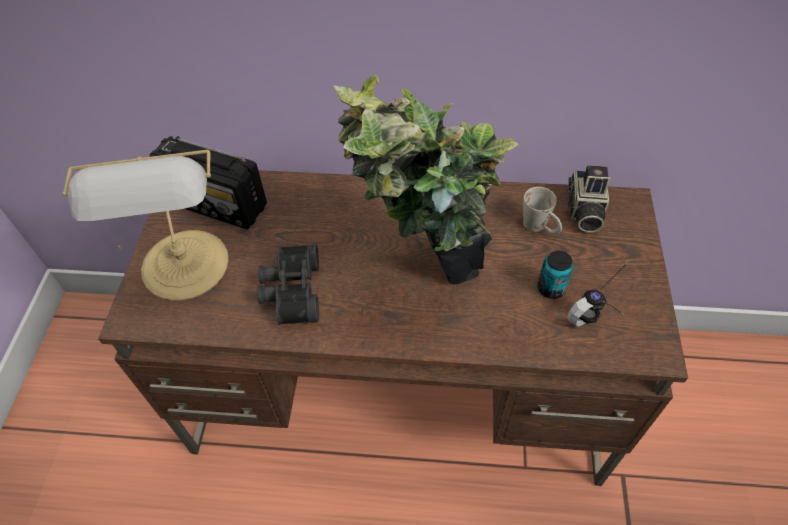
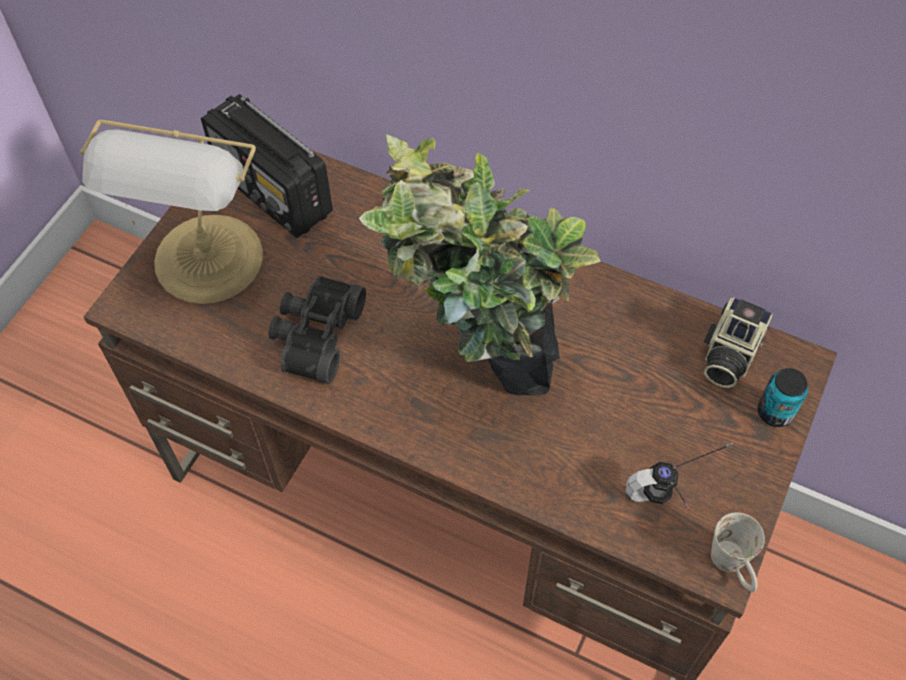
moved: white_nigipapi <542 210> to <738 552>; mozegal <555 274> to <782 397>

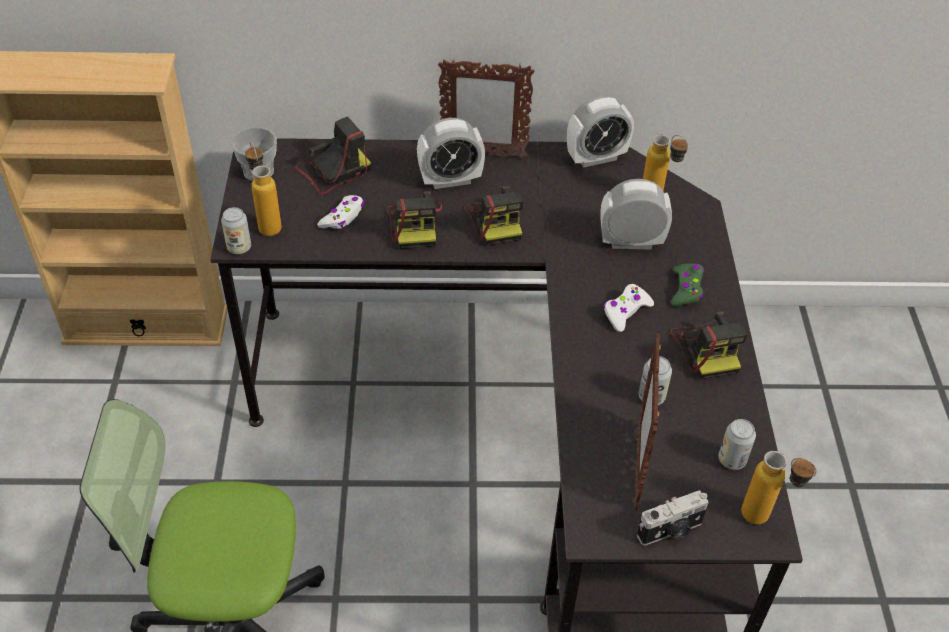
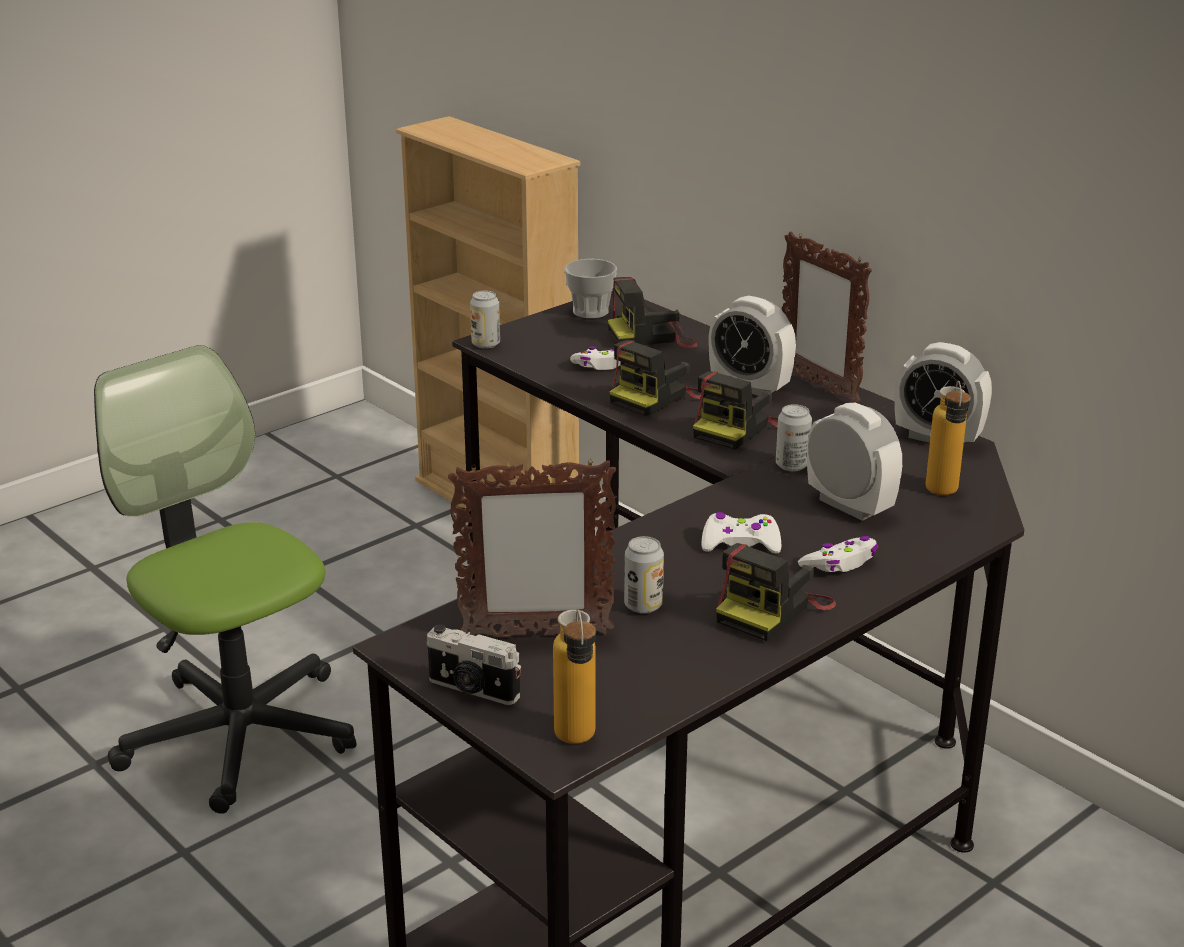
removed: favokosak <263 189>
moved: mozegal <737 444> to <794 437>
recoloured: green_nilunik <687 285> to white_nilunik <838 554>
turned: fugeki <648 422> = <532 548> 150 degrees counterclockwise; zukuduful <333 155> = <653 312> 150 degrees clockwise

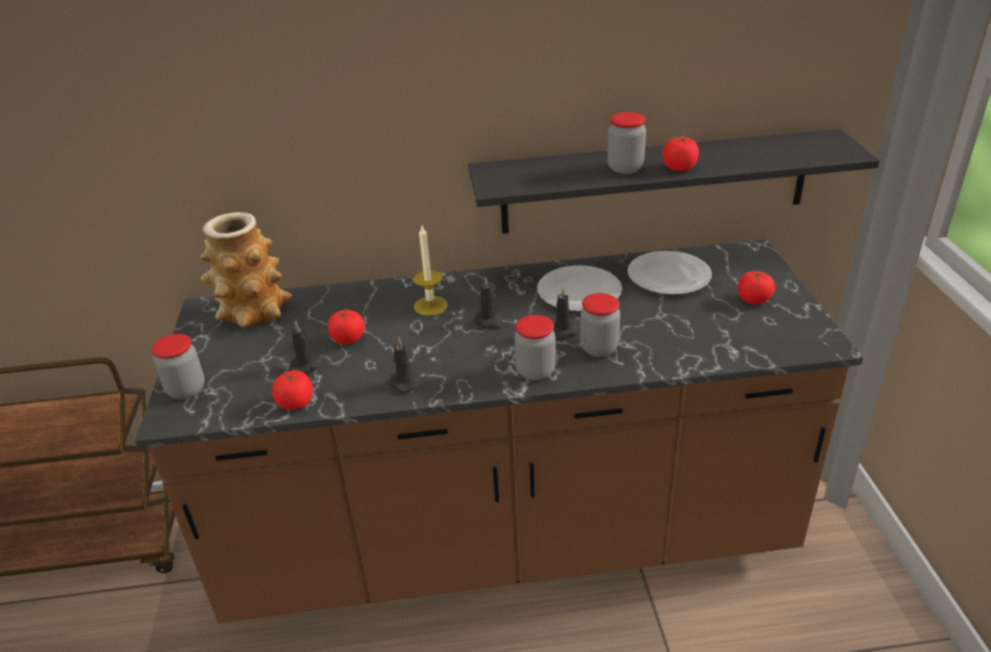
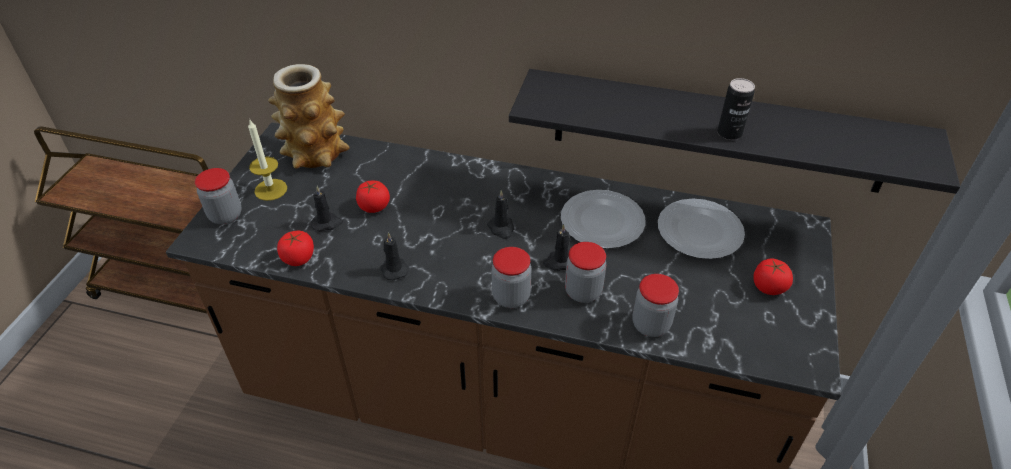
moved: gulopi <430 271> to <267 160>; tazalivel <626 143> to <655 305>
replaced: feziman <680 154> to mozegal <736 109>

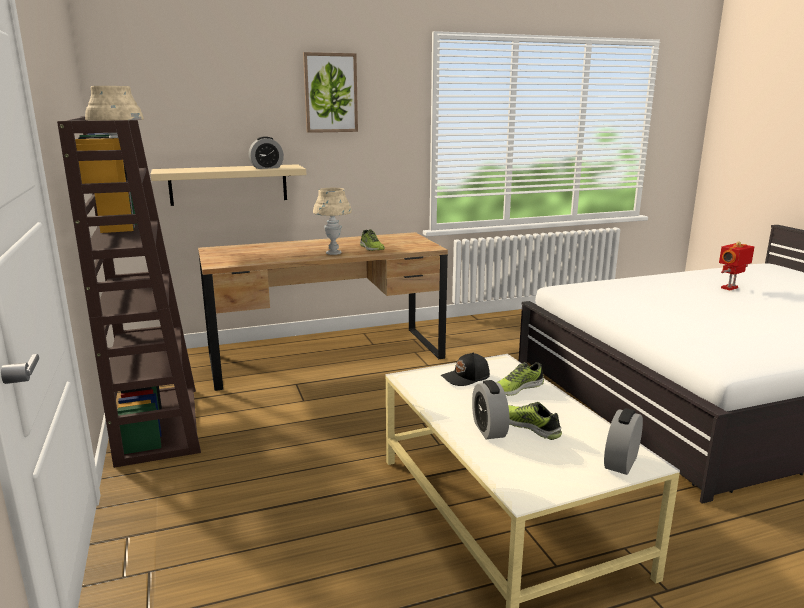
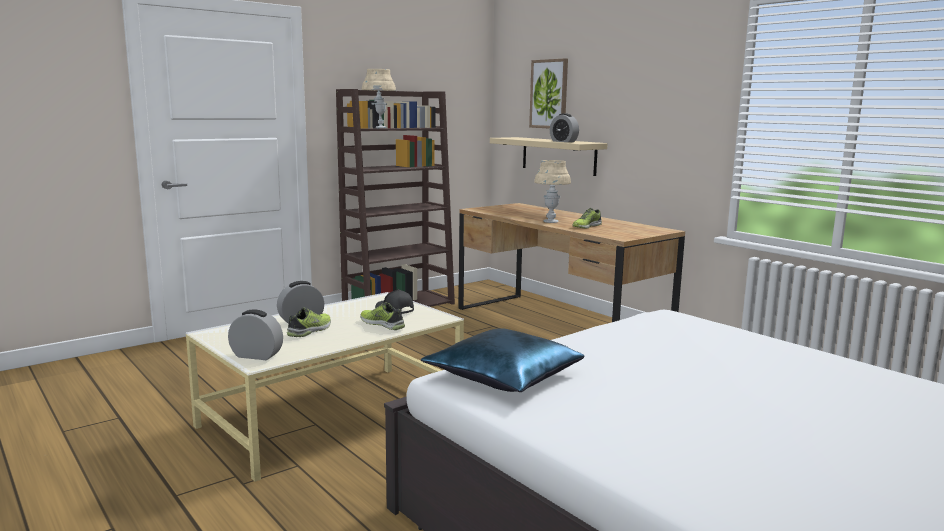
removed: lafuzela <736 265>
added: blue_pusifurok <503 360>
moved: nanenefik <330 92> to <548 93>

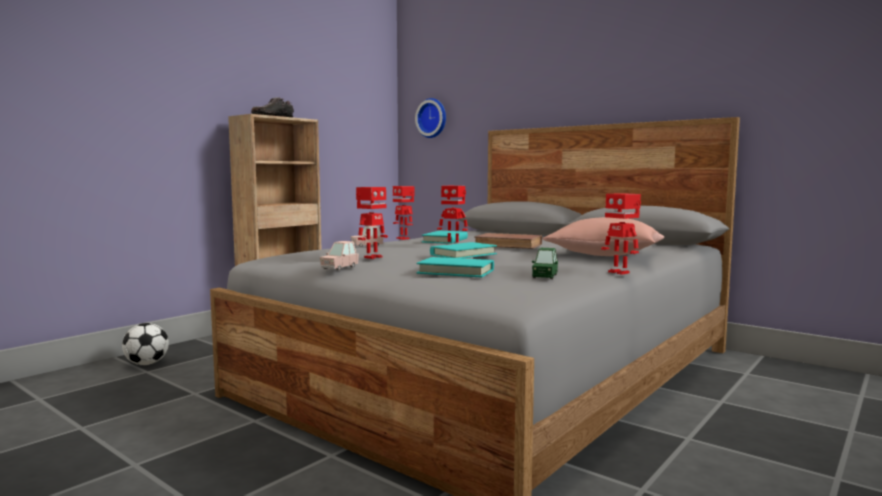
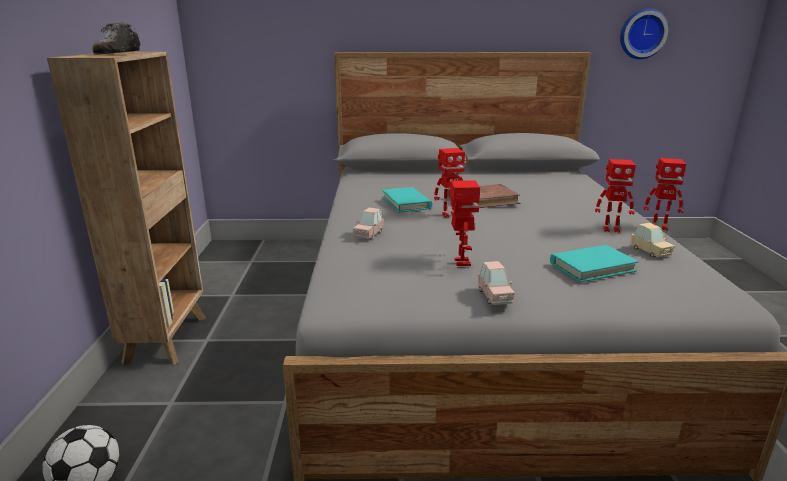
removed: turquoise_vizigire <463 250>; pink_pusifurok <603 236>
moved: lafuzela <404 213> to <615 196>; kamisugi <430 118> to <644 33>
recoloured: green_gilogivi <545 263> to beige_gilogivi <653 240>

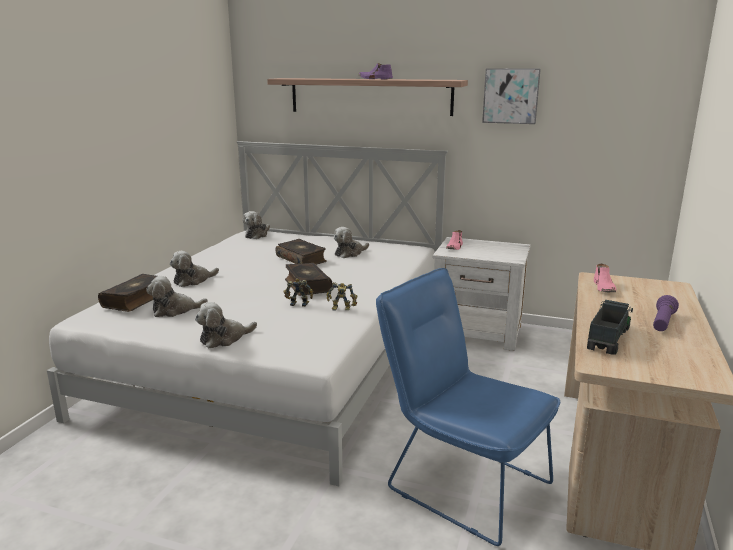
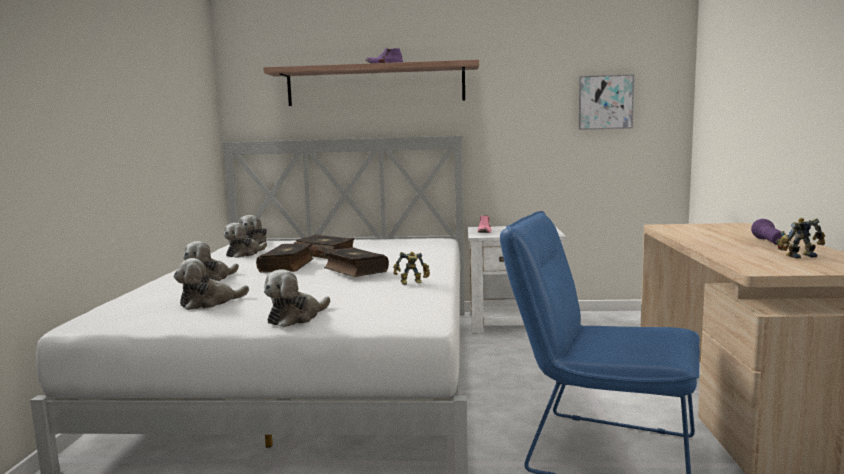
removed: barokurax <610 327>; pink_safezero <605 278>
moved: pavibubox <351 242> to <245 240>; vizigire <127 293> to <285 258>; nanenefik <511 96> to <606 102>; lafuzela <298 292> to <800 238>

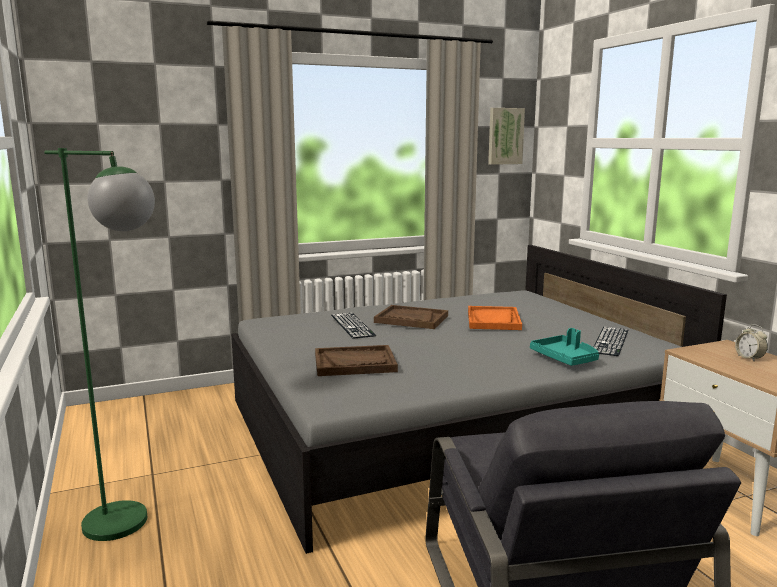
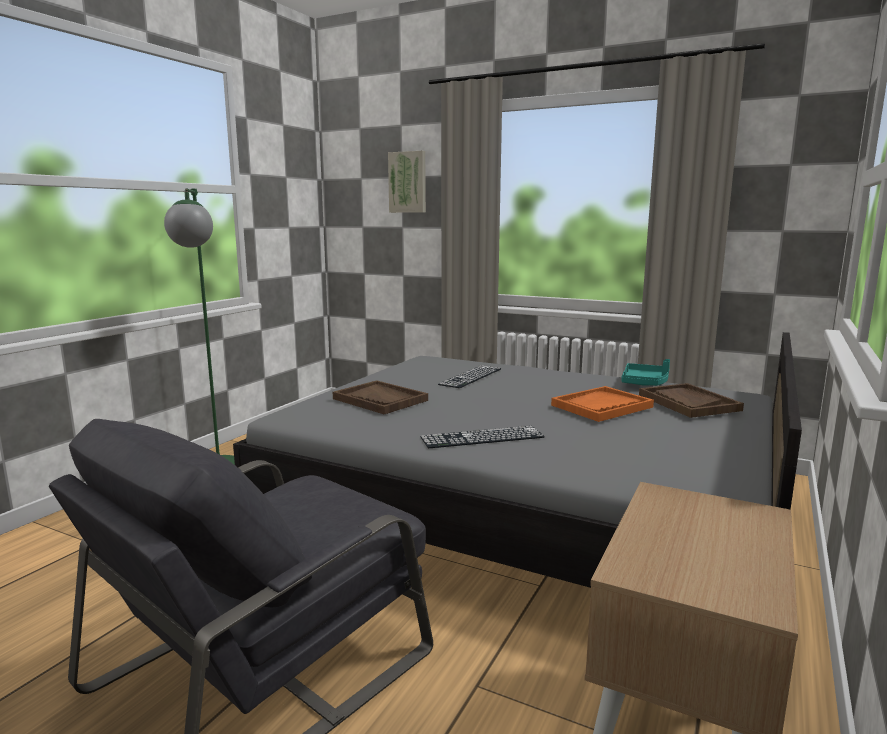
removed: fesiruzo <751 343>
moved: nanenefik <506 136> to <407 182>; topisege <610 341> to <482 437>; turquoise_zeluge <564 347> to <645 372>; brown_zeluge <411 317> to <691 400>

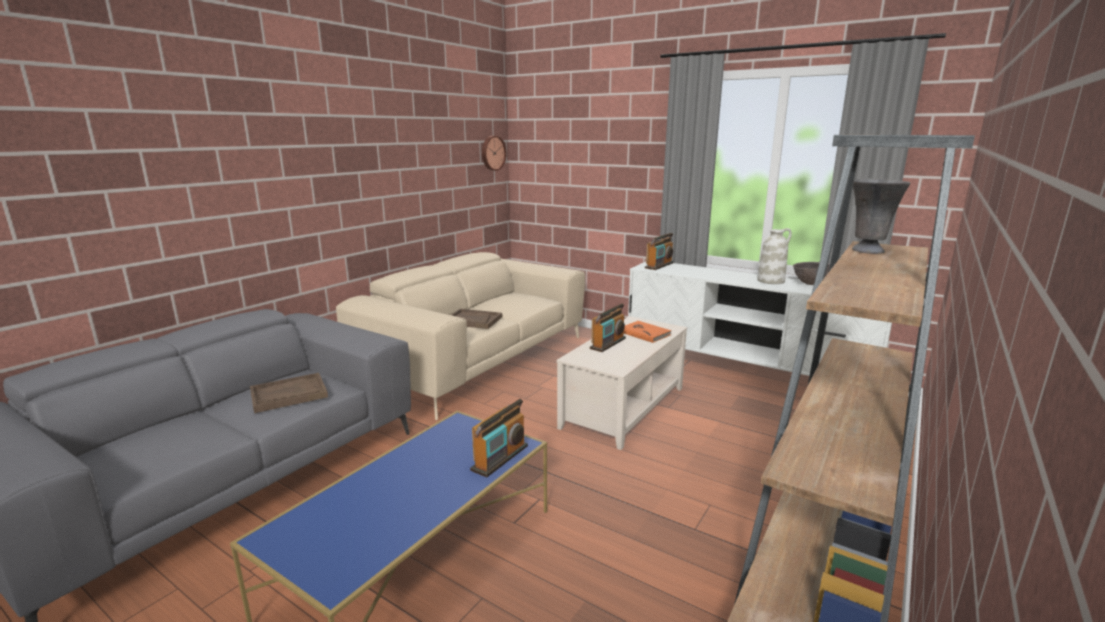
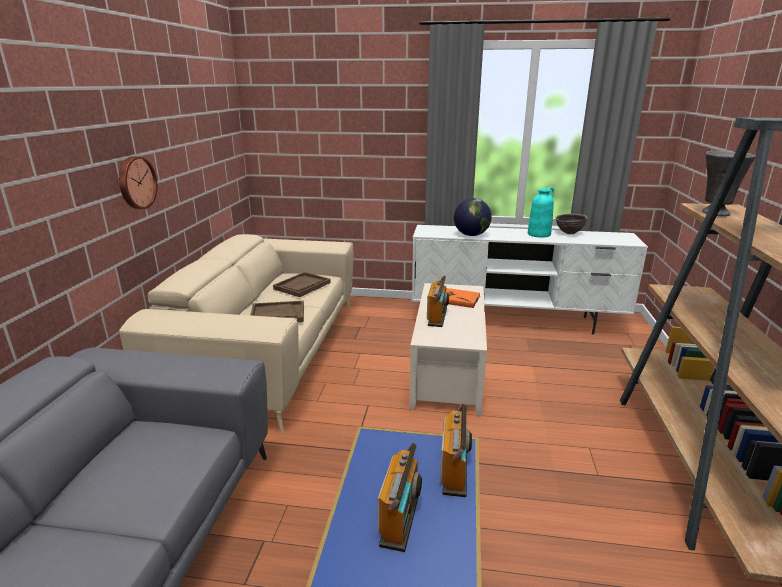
added: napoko <473 217>
moved: kamisugi <494 153> to <138 182>; brown_zeluge <289 393> to <302 284>; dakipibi <659 251> to <400 497>
recoloured: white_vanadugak <774 256> to turquoise_vanadugak <541 212>

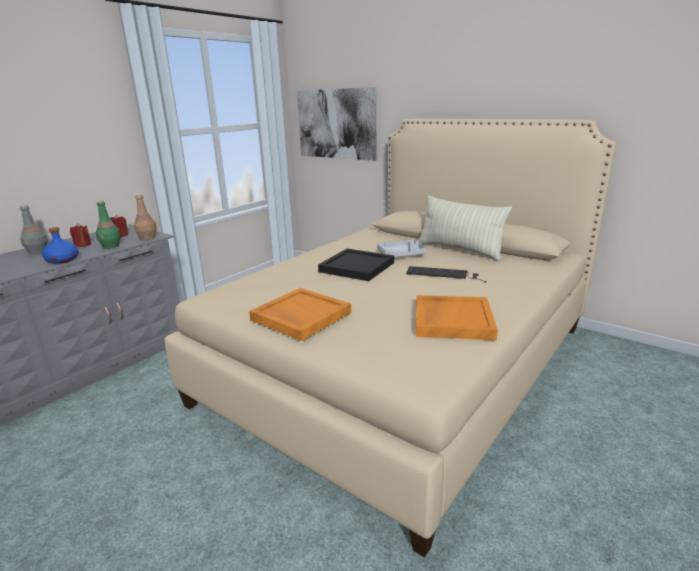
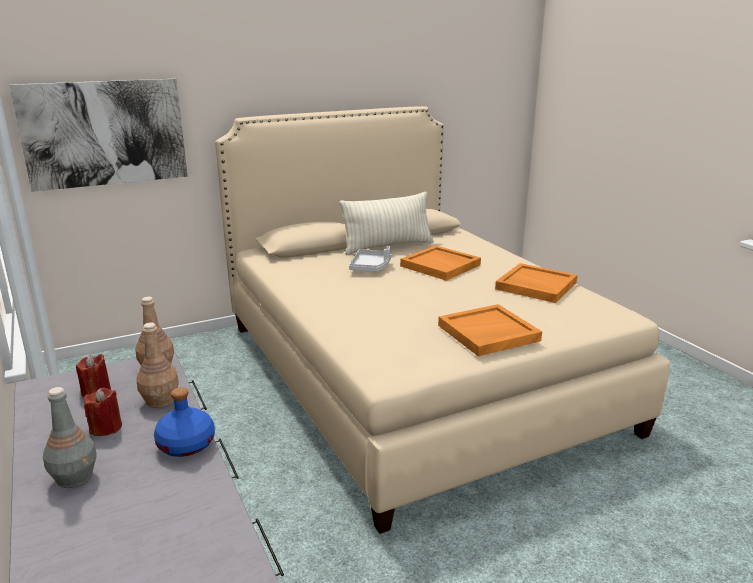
removed: black_zeluge <356 265>
replaced: topisege <446 274> to orange_zeluge <440 263>
recoloured: green_favokosak <108 224> to brown_favokosak <157 365>

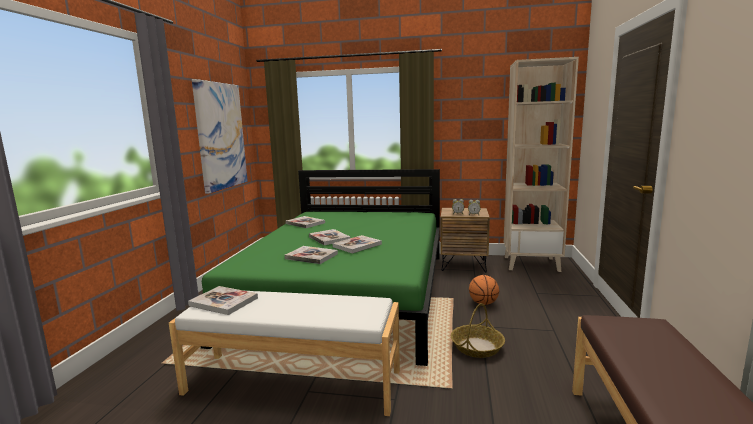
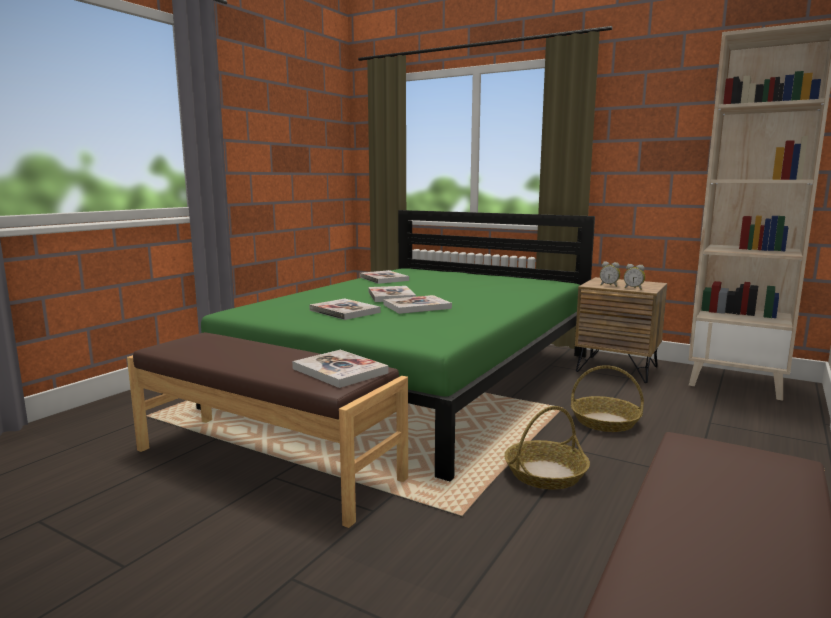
removed: nanenefik <220 136>
moved: vizigire <223 300> to <340 369>
replaced: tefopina <484 290> to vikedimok <607 398>
recoloured: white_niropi <284 353> to brown_niropi <267 430>

